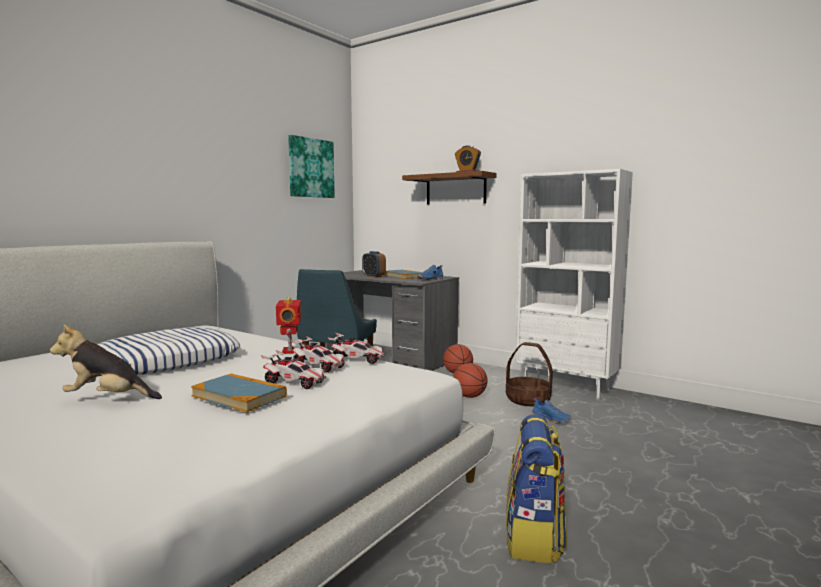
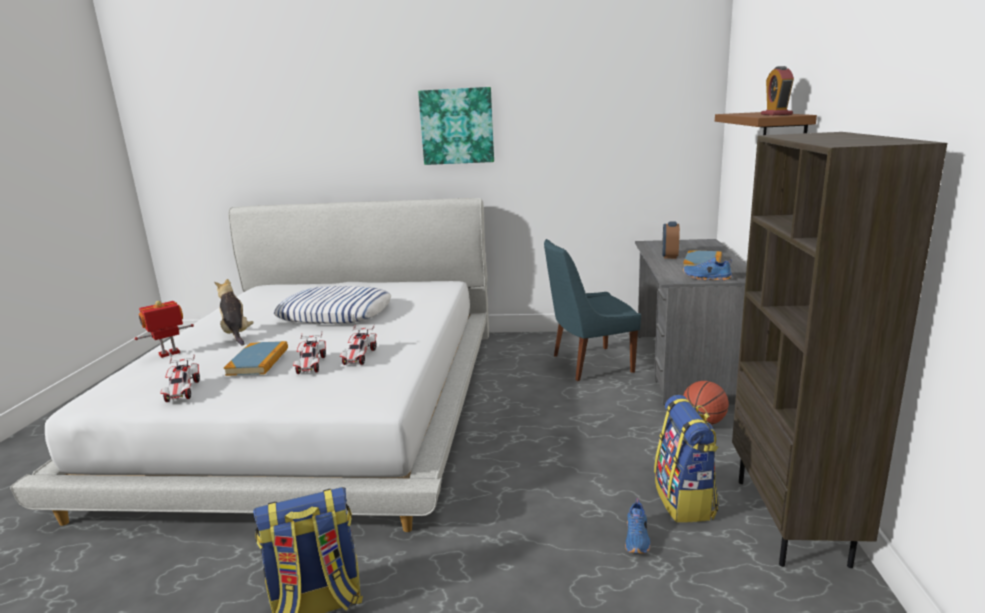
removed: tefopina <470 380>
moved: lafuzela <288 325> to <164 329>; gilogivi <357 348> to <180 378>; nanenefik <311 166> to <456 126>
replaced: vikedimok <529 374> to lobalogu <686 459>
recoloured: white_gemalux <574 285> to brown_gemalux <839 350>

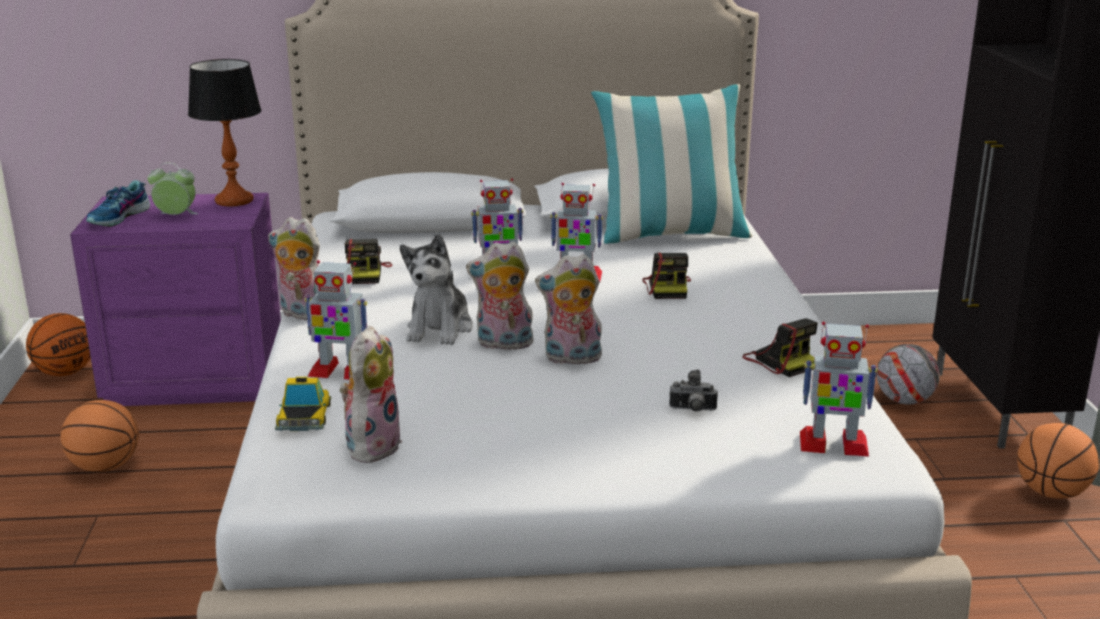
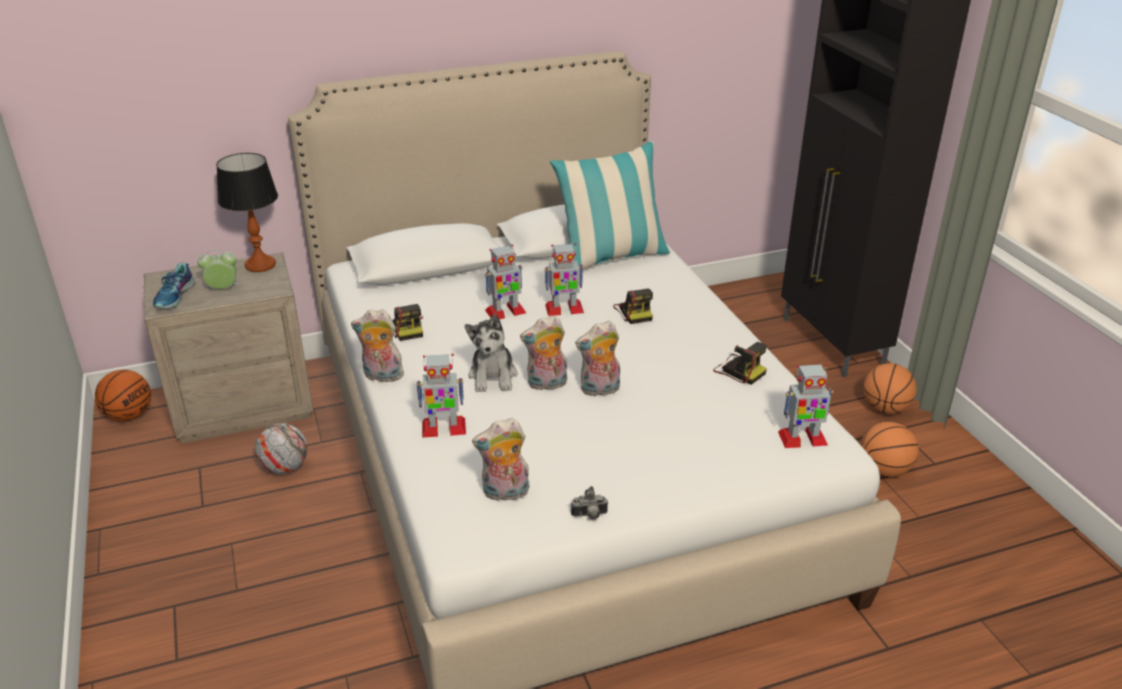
removed: gilogivi <303 404>
moved: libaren <908 374> to <281 448>; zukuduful <693 391> to <589 502>; tefopina <99 436> to <890 449>
recoloured: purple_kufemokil <175 299> to beige_kufemokil <228 348>
turned: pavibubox <371 394> = <501 459> 105 degrees counterclockwise

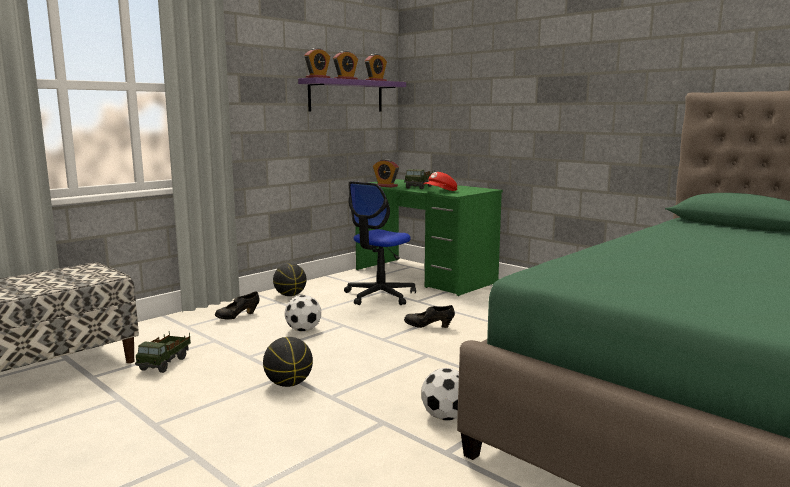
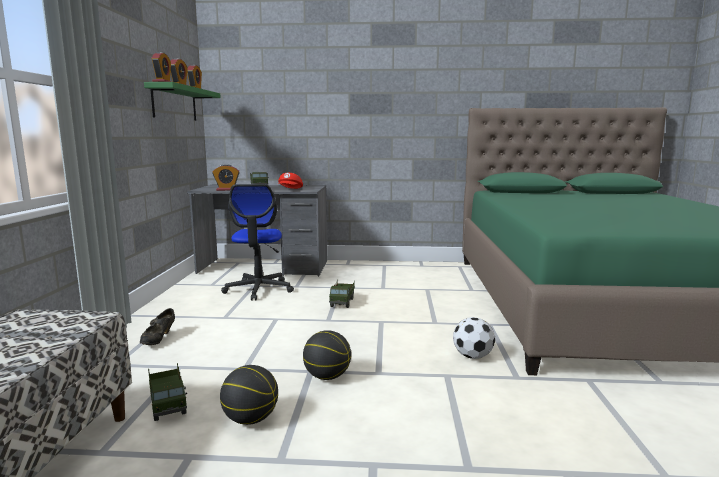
removed: libaren <303 313>
moved: tefopina <290 279> to <249 395>
replaced: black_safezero <429 316> to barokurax <342 294>
recoloured: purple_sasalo <352 94> to green_sasalo <182 101>; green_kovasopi <429 237> to grey_kovasopi <257 230>

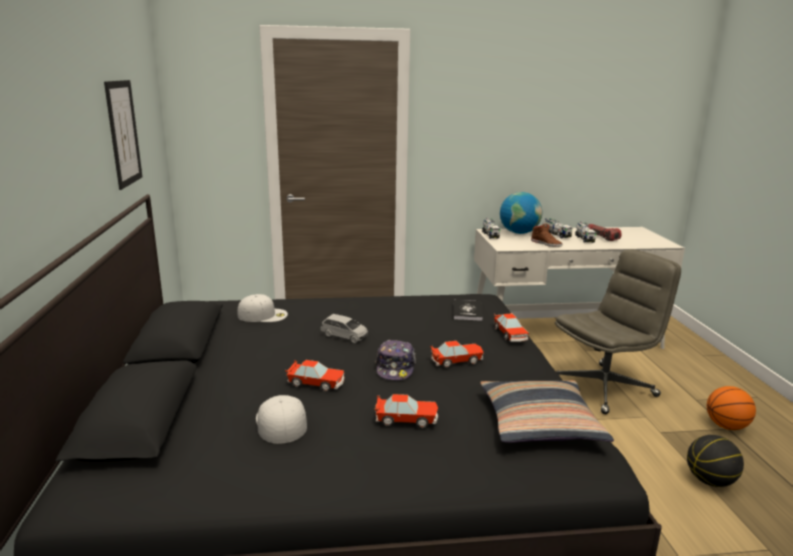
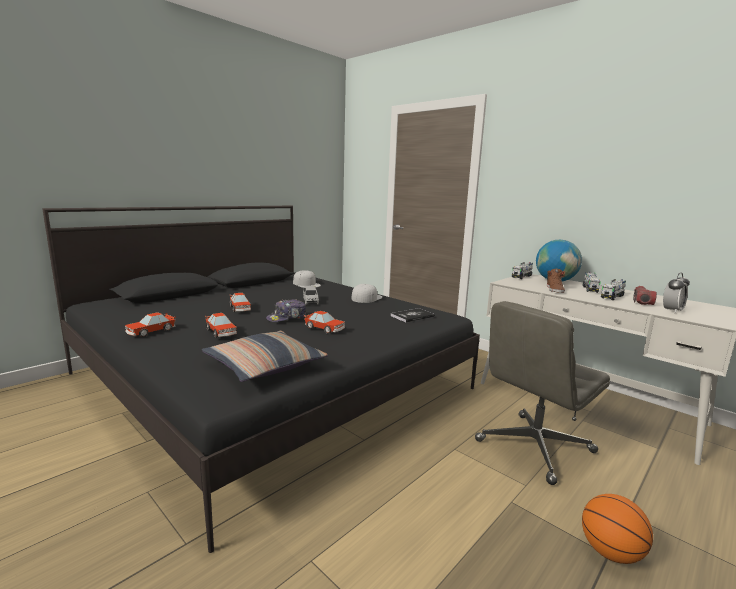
removed: nanenefik <123 135>; tefopina <715 461>
added: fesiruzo <676 293>
moved: gilogivi <511 327> to <150 324>; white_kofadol <281 419> to <366 293>
turned: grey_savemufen <618 331> = <542 393> 120 degrees clockwise

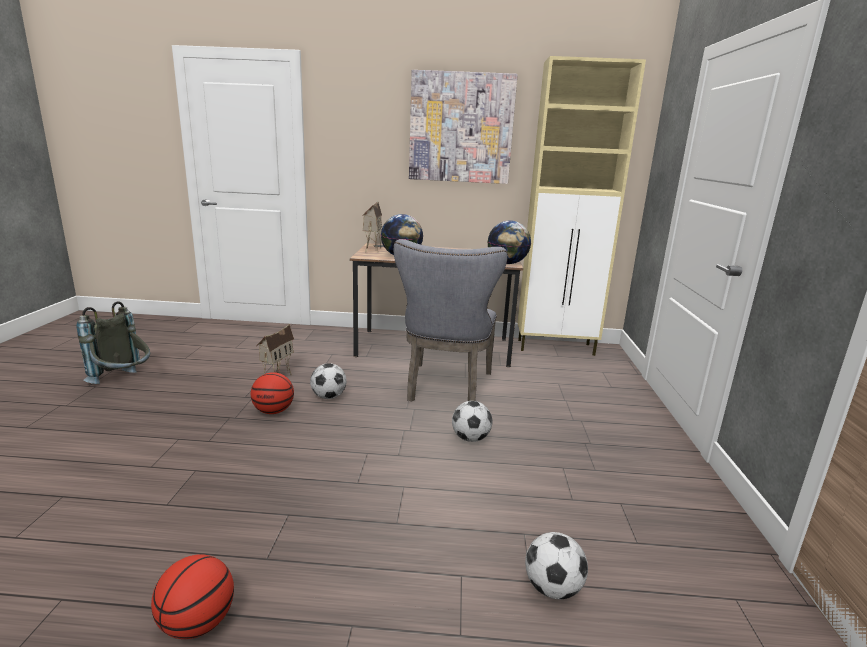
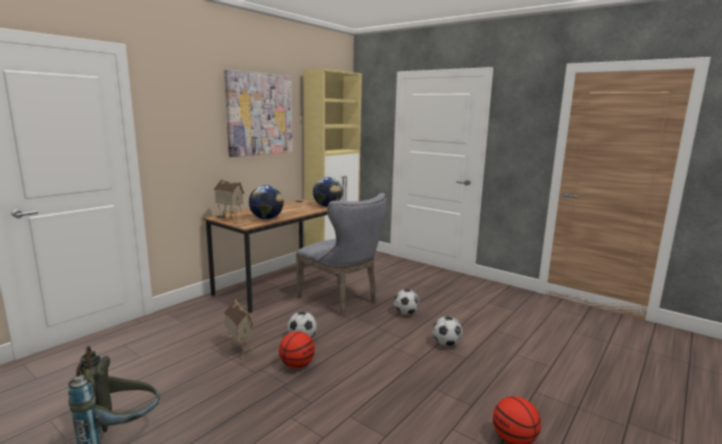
moved: libaren <556 565> to <448 331>

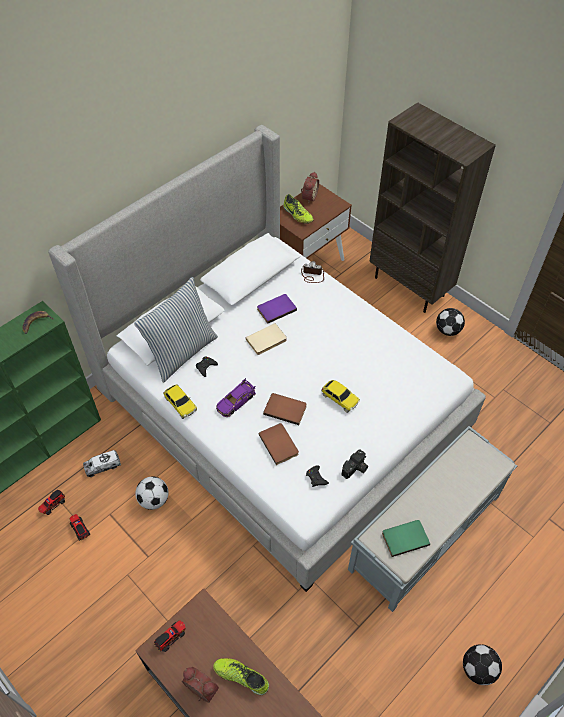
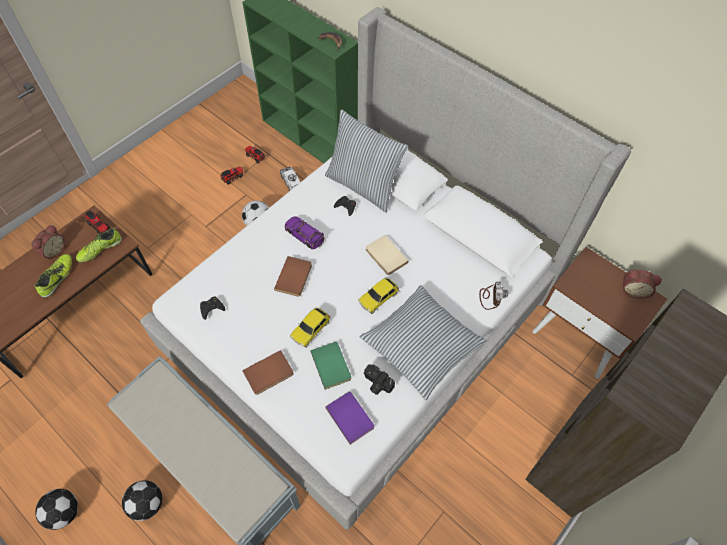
added: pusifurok <423 342>
moved: safezero <298 209> to <99 245>; libaren <450 322> to <142 500>; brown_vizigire <279 444> to <268 372>; green_vizigire <406 538> to <331 366>; purple_vizigire <277 309> to <349 418>; gilogivi <180 401> to <378 296>; zukuduful <355 464> to <379 379>

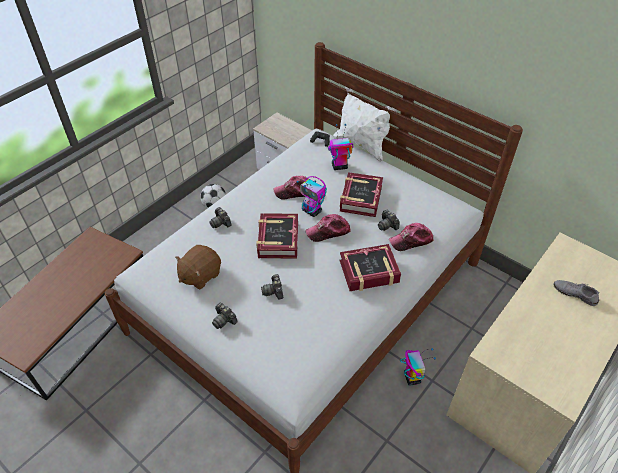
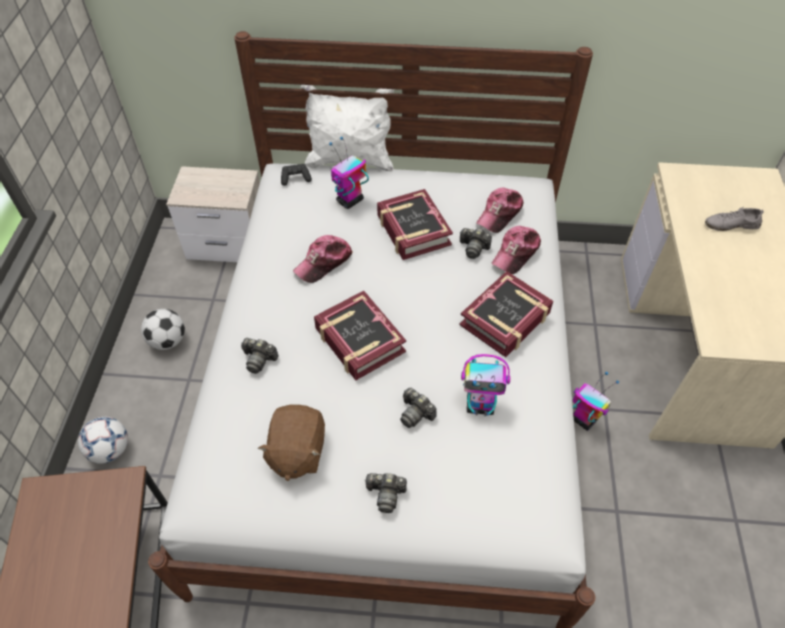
added: libaren <103 440>
moved: lafuzela <311 196> to <485 385>; kofadol <327 228> to <500 210>

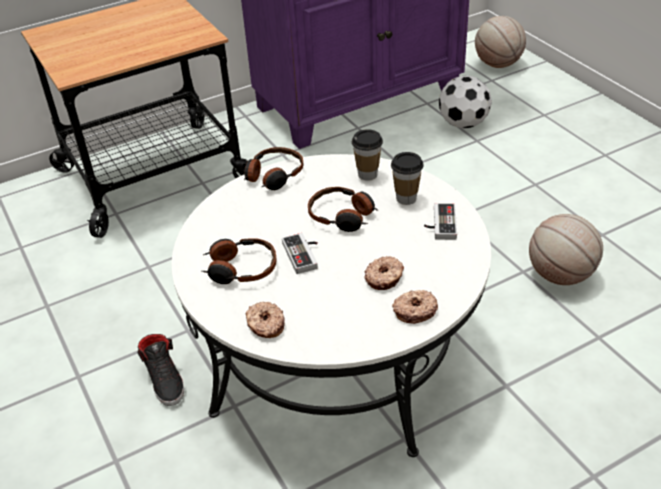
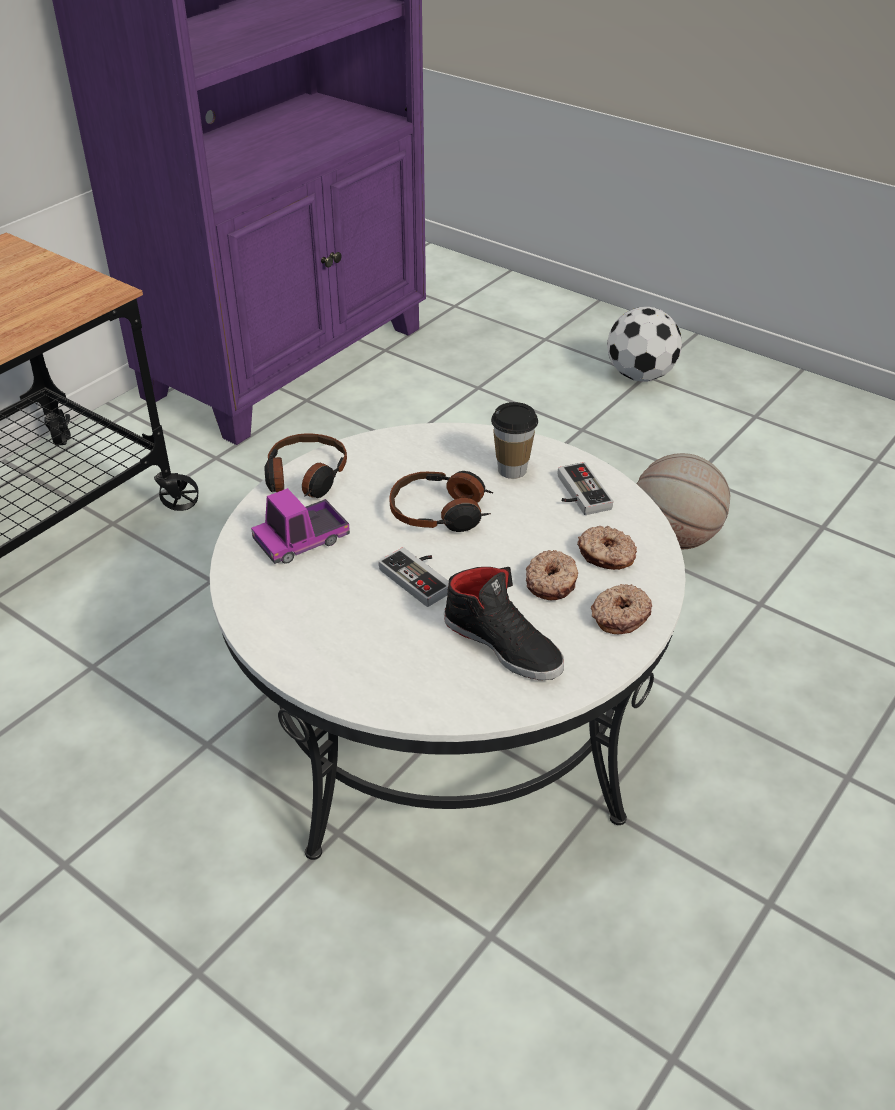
removed: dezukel <239 261>; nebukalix <367 155>; tefopina <500 42>
added: barokurax <300 526>
moved: black_safezero <160 370> to <504 623>; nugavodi <265 320> to <607 548>; libaren <465 101> to <644 344>

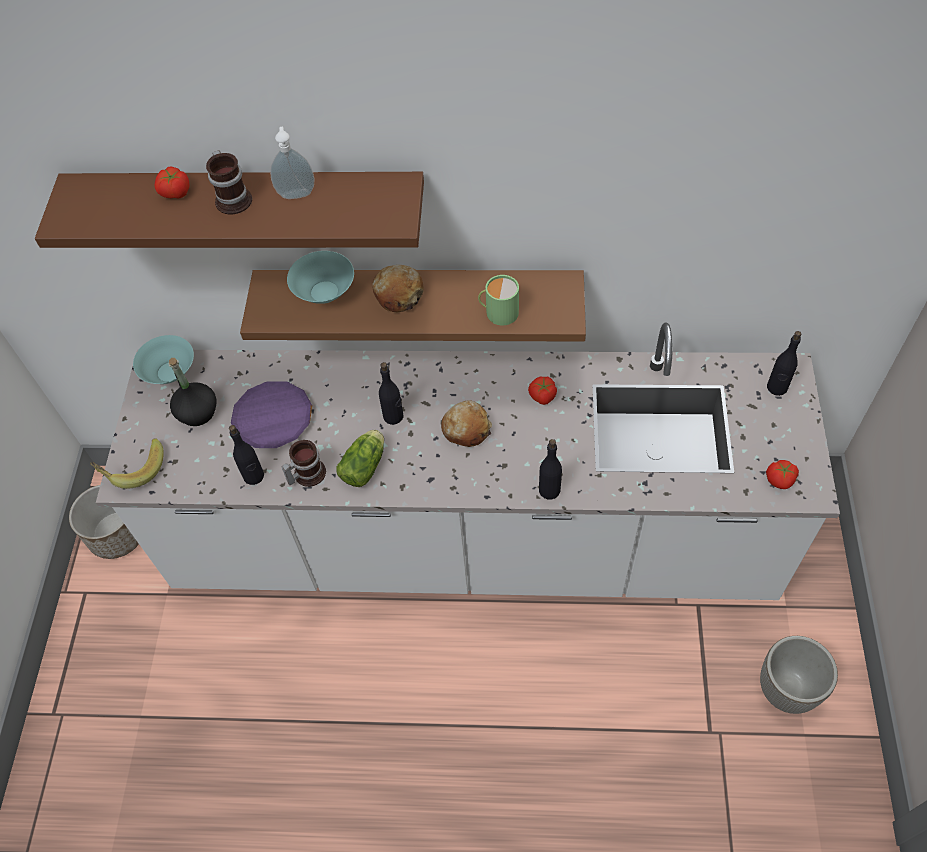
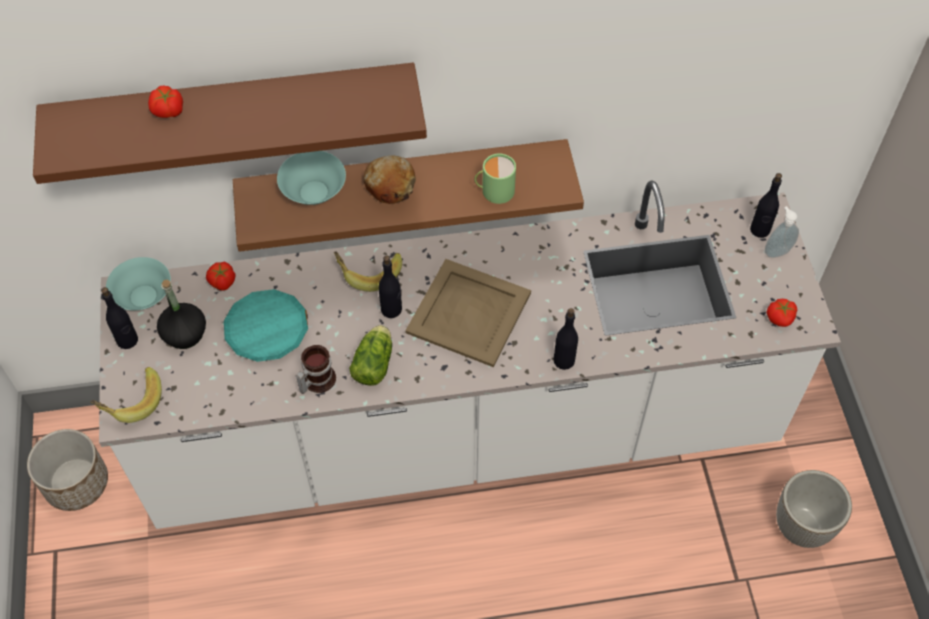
removed: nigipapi <229 182>
added: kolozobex <368 271>
moved: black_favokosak <246 455> to <119 318>; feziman <542 390> to <220 276>; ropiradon <292 163> to <782 232>
replaced: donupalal <466 423> to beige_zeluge <468 313>
recoloured: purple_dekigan <271 414> to turquoise_dekigan <266 325>

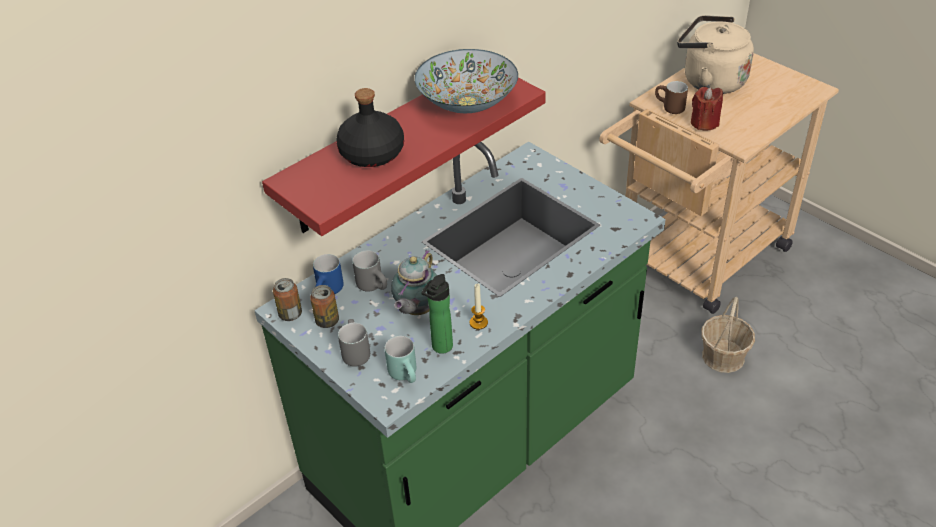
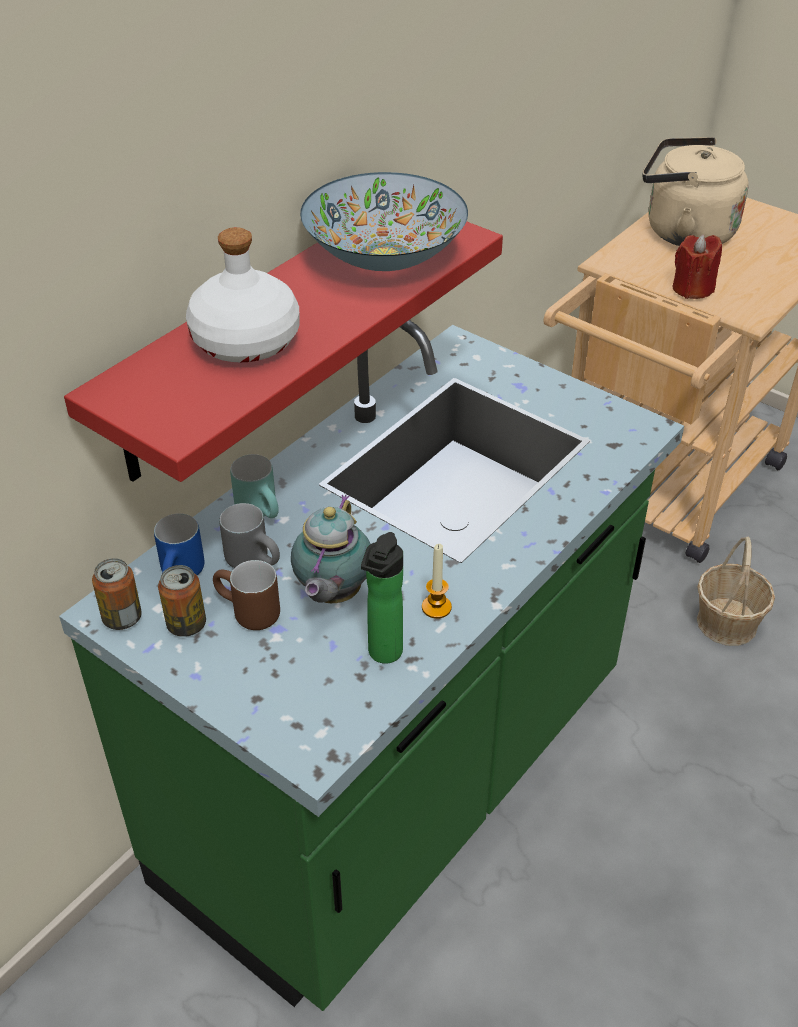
removed: grey_nigipapi <354 343>
moved: brown_nigipapi <671 97> to <246 595>; turquoise_nigipapi <400 359> to <254 486>
recoloured: black_favokosak <370 127> to white_favokosak <243 294>

